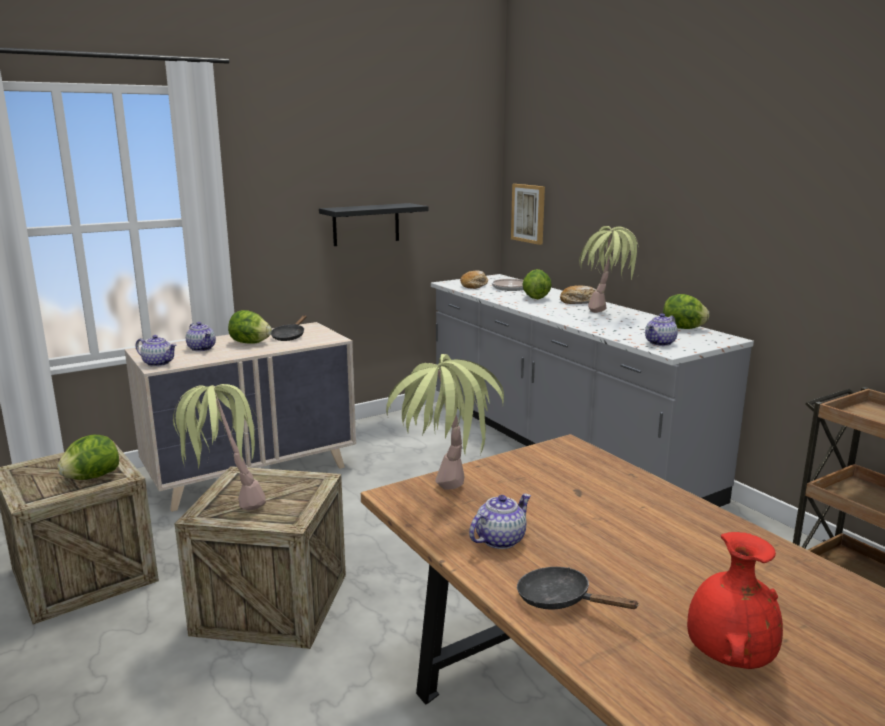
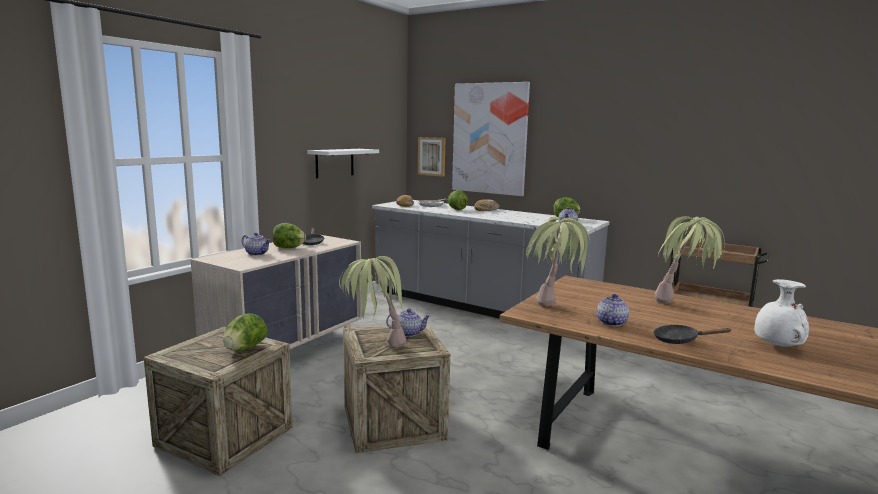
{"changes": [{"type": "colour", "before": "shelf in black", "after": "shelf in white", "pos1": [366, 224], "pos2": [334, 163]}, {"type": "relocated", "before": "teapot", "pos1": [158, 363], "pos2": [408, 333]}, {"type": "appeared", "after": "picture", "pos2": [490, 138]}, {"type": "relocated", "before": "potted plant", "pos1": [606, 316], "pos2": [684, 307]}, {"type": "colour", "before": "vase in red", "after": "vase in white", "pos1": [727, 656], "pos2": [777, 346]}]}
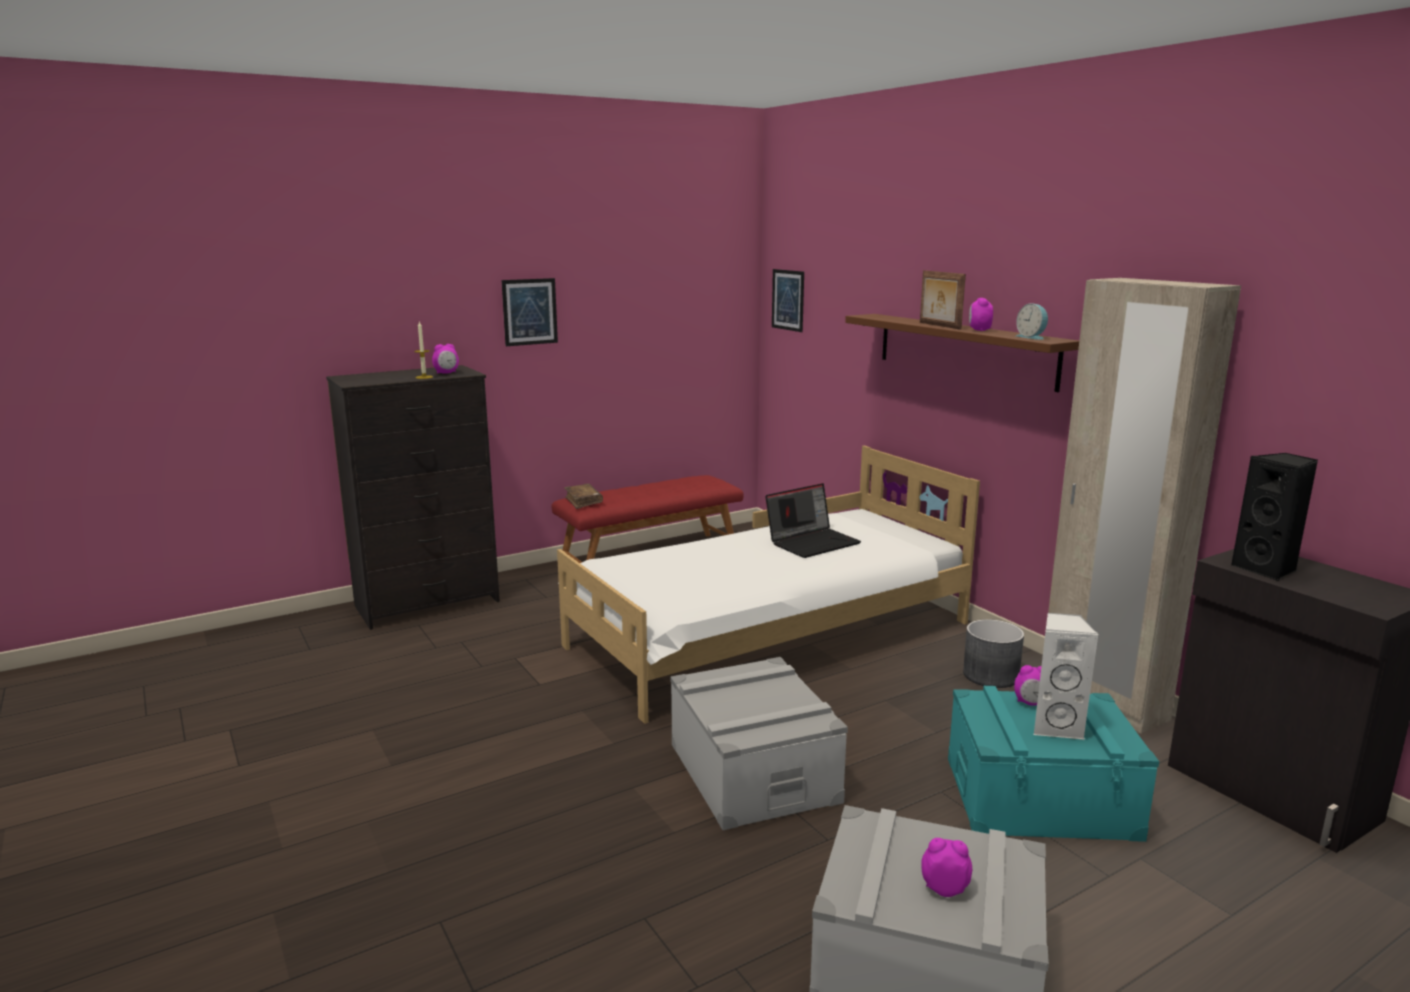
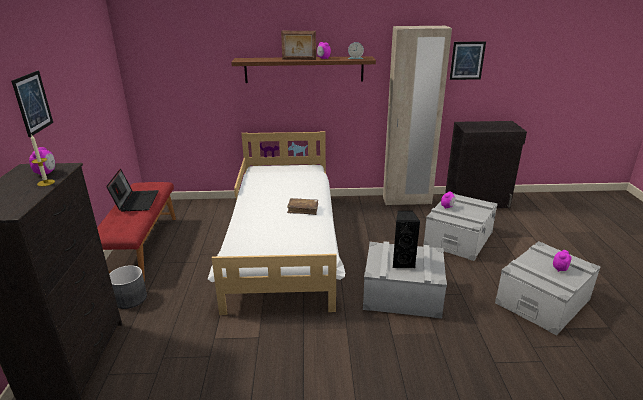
{"changes": [{"type": "relocated", "before": "laptop", "pos1": [813, 542], "pos2": [136, 201]}, {"type": "relocated", "before": "planter in grey", "pos1": [991, 675], "pos2": [130, 298]}, {"type": "relocated", "before": "book in brown", "pos1": [583, 501], "pos2": [303, 209]}, {"type": "relocated", "before": "speaker in black", "pos1": [1267, 569], "pos2": [403, 262]}, {"type": "colour", "before": "storage box in turquoise", "after": "storage box in grey", "pos1": [1040, 797], "pos2": [458, 238]}, {"type": "relocated", "before": "picture", "pos1": [788, 300], "pos2": [467, 60]}, {"type": "missing", "before": "speaker in white", "pos1": [1056, 727]}]}
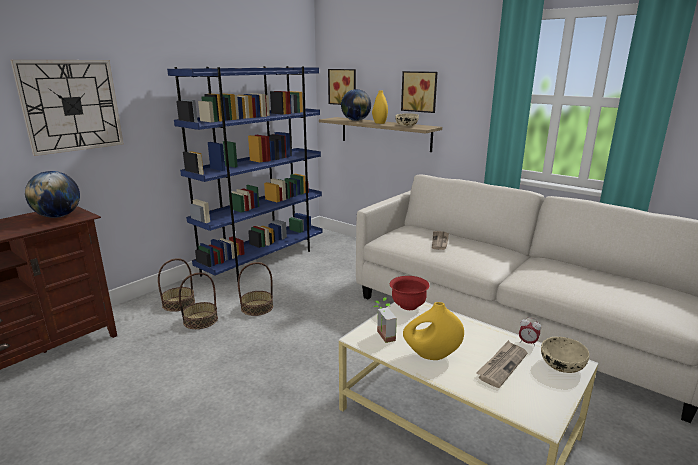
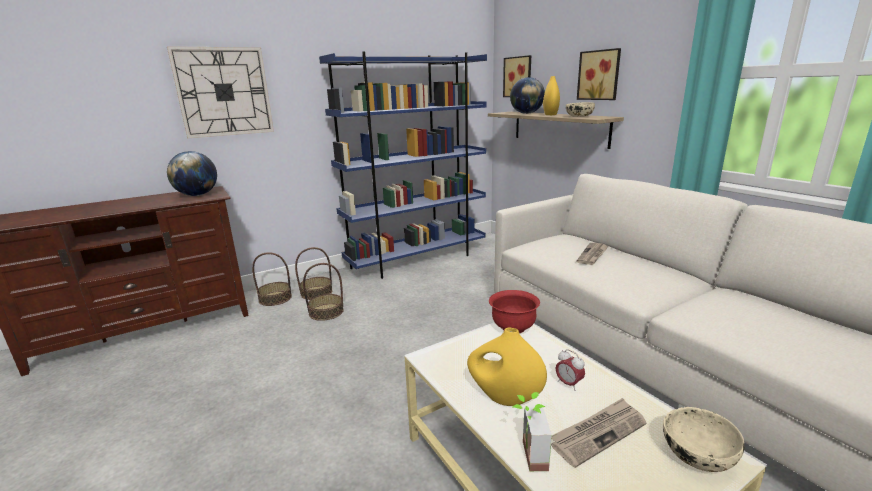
{"changes": [{"type": "relocated", "before": "basket", "pos1": [257, 307], "pos2": [275, 298]}, {"type": "relocated", "before": "potted plant", "pos1": [382, 336], "pos2": [527, 455]}, {"type": "relocated", "before": "alarm clock", "pos1": [527, 343], "pos2": [568, 384]}]}
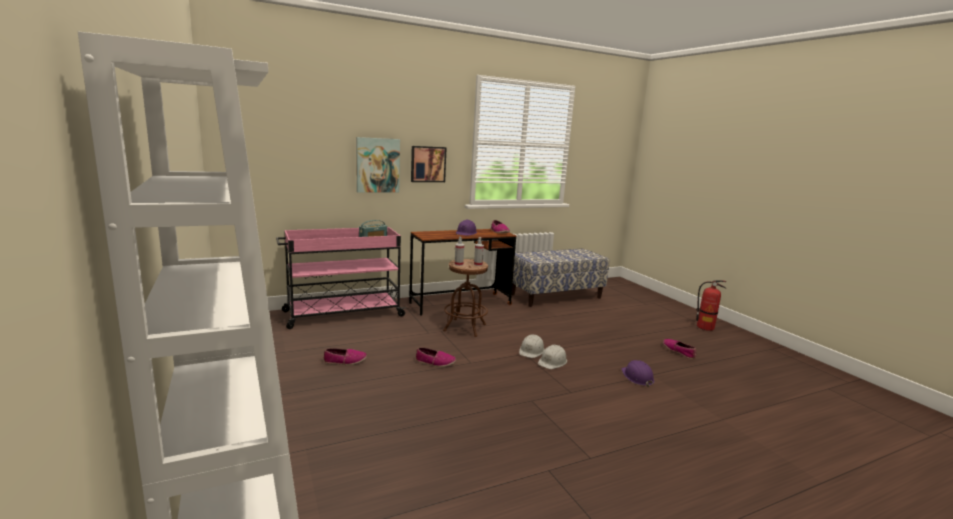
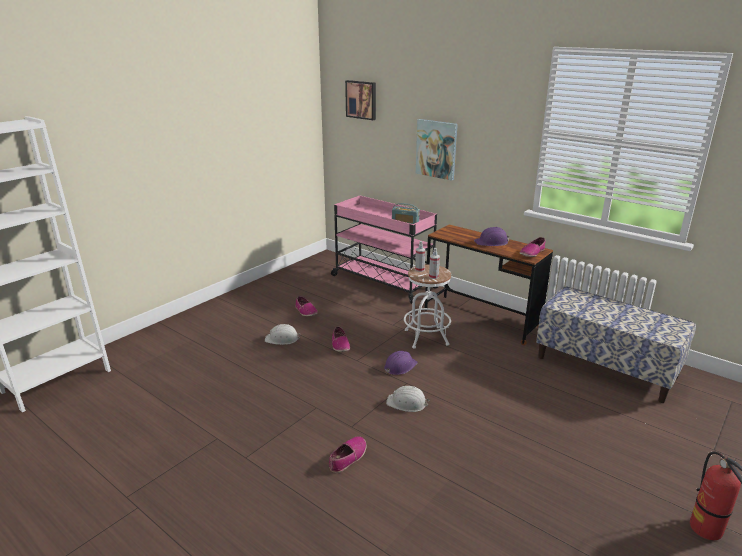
{"changes": [{"type": "relocated", "before": "hard hat in white", "pos1": [531, 351], "pos2": [282, 339]}, {"type": "relocated", "before": "shoe", "pos1": [679, 351], "pos2": [348, 458]}, {"type": "relocated", "before": "picture", "pos1": [428, 164], "pos2": [361, 99]}, {"type": "relocated", "before": "hard hat in purple", "pos1": [637, 377], "pos2": [399, 366]}, {"type": "colour", "before": "stool in brown", "after": "stool in white", "pos1": [465, 327], "pos2": [426, 337]}]}
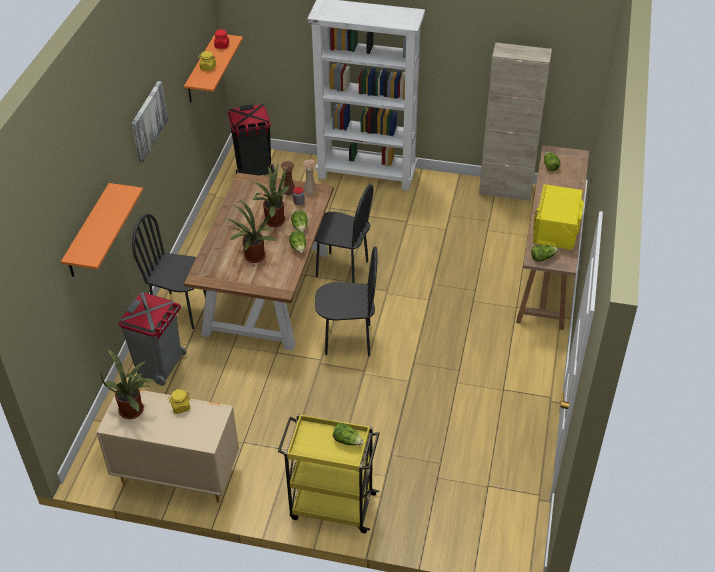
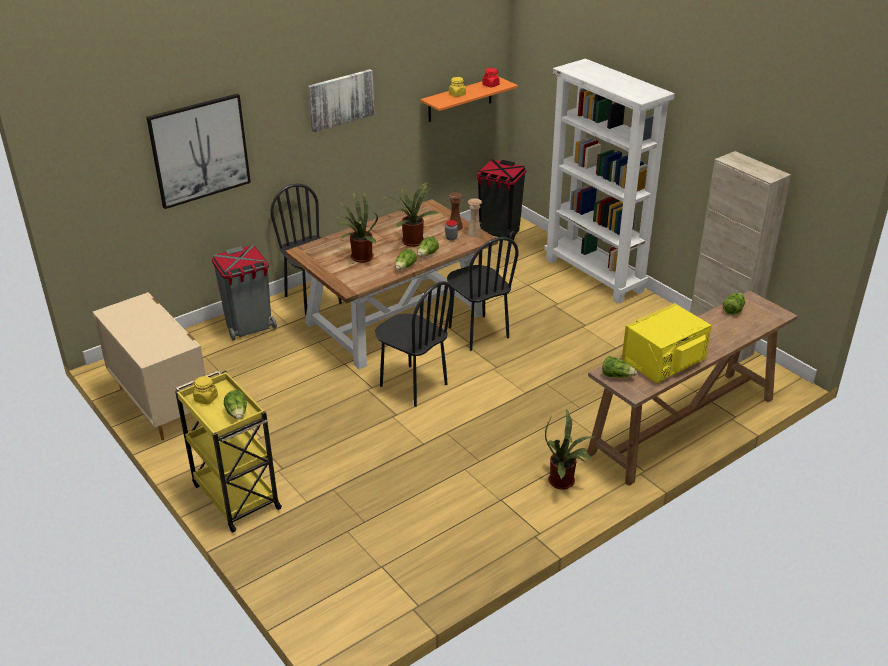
{"changes": [{"type": "exchanged", "before": "shelf in orange", "after": "picture", "pos1": [88, 232], "pos2": [200, 150]}, {"type": "relocated", "before": "jar in yellow", "pos1": [180, 407], "pos2": [206, 398]}, {"type": "relocated", "before": "potted plant", "pos1": [134, 409], "pos2": [564, 482]}]}
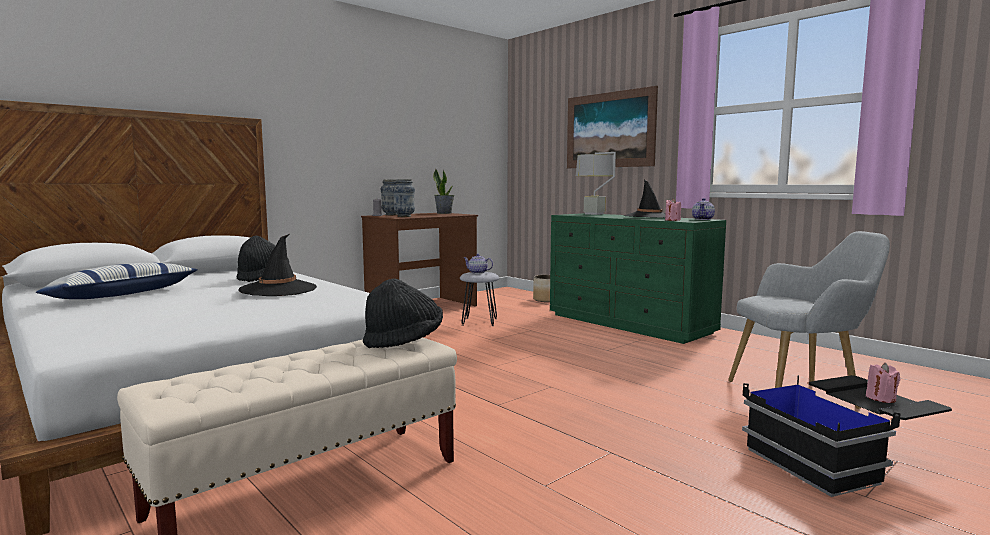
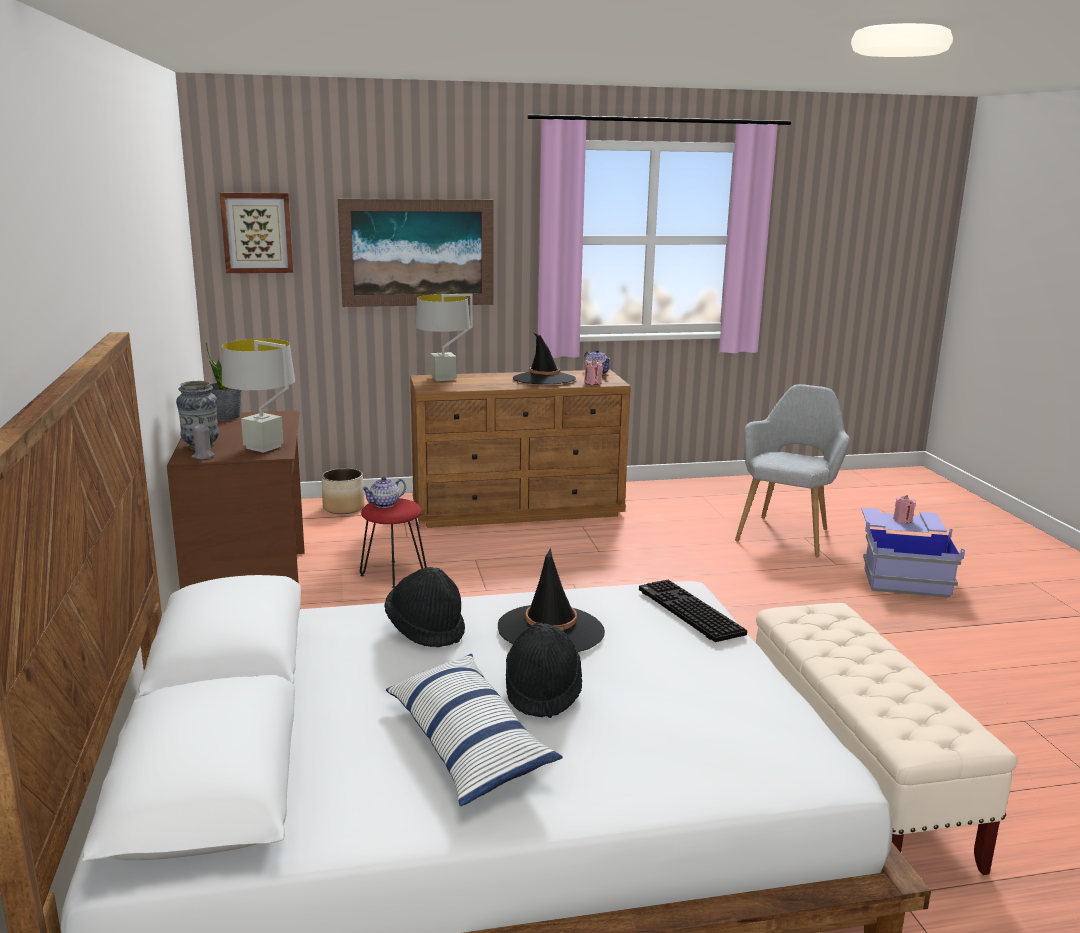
{"changes": [{"type": "appeared", "after": "picture", "pos2": [257, 233]}, {"type": "exchanged", "before": "vase", "after": "table lamp in grey", "pos1": [404, 216], "pos2": [264, 447]}, {"type": "colour", "before": "stool in grey", "after": "stool in red", "pos1": [479, 322], "pos2": [393, 574]}, {"type": "colour", "before": "dresser in green", "after": "dresser in brown", "pos1": [629, 323], "pos2": [519, 510]}, {"type": "relocated", "before": "hat in black", "pos1": [404, 341], "pos2": [542, 691]}, {"type": "appeared", "after": "keyboard", "pos2": [687, 612]}, {"type": "colour", "before": "storage box in black", "after": "storage box in blue", "pos1": [840, 459], "pos2": [902, 572]}]}
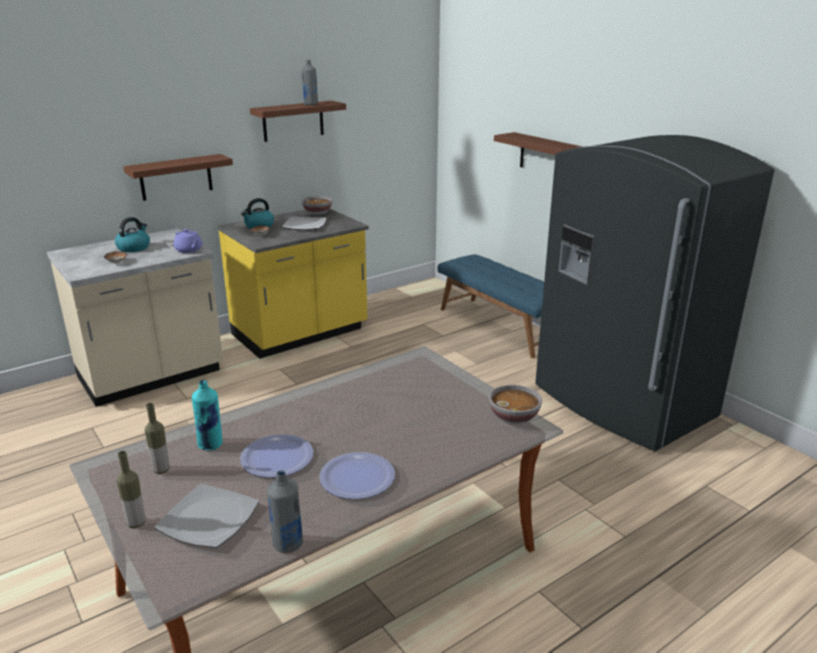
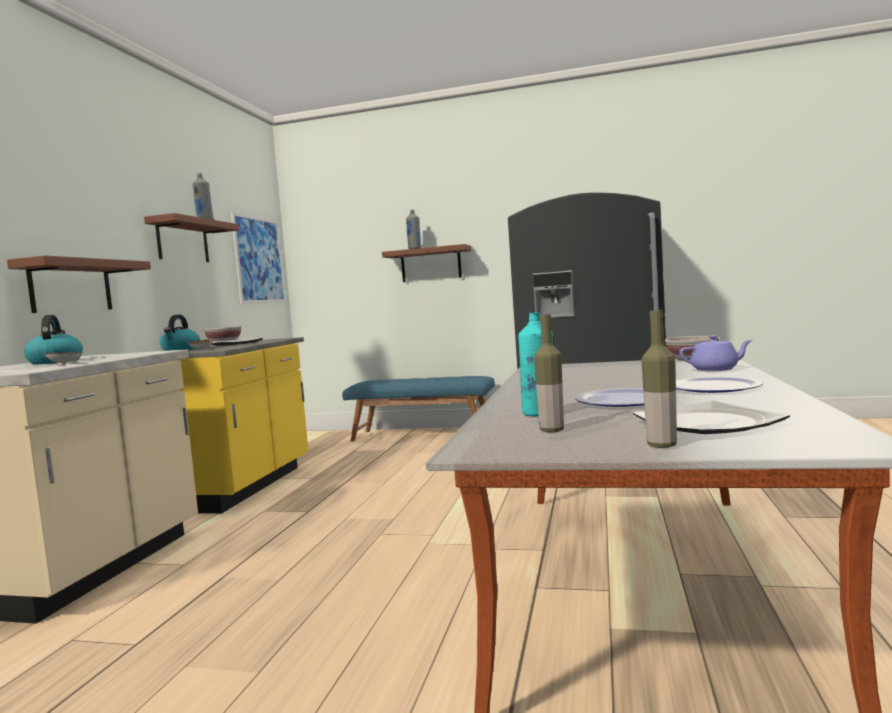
{"changes": [{"type": "appeared", "after": "picture", "pos2": [259, 260]}, {"type": "relocated", "before": "bottle in grey", "pos1": [287, 544], "pos2": [414, 249]}, {"type": "relocated", "before": "teapot in purple", "pos1": [189, 250], "pos2": [715, 369]}]}
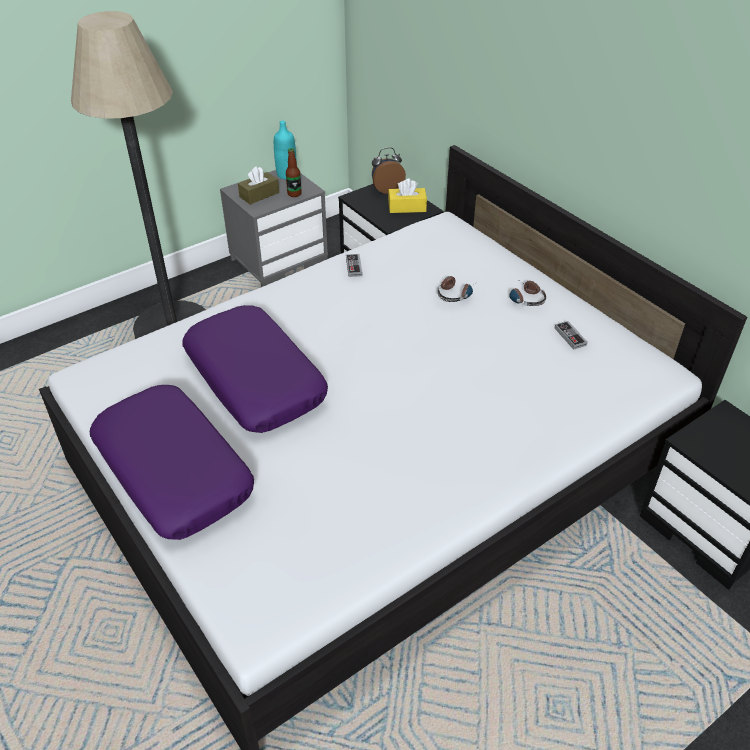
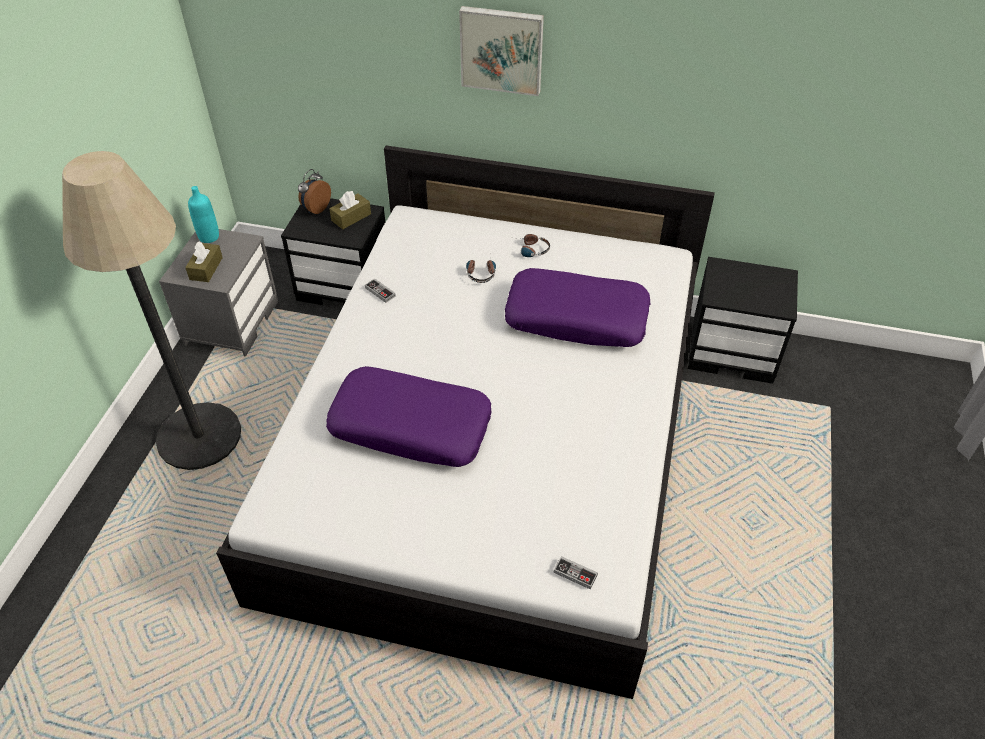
{"changes": [{"type": "colour", "before": "tissue box in yellow", "after": "tissue box in brown", "pos1": [407, 207], "pos2": [351, 217]}, {"type": "appeared", "after": "picture", "pos2": [502, 49]}, {"type": "relocated", "before": "pillow in purple", "pos1": [174, 471], "pos2": [577, 318]}, {"type": "relocated", "before": "game controller", "pos1": [570, 337], "pos2": [575, 574]}, {"type": "missing", "before": "bottle", "pos1": [294, 194]}]}
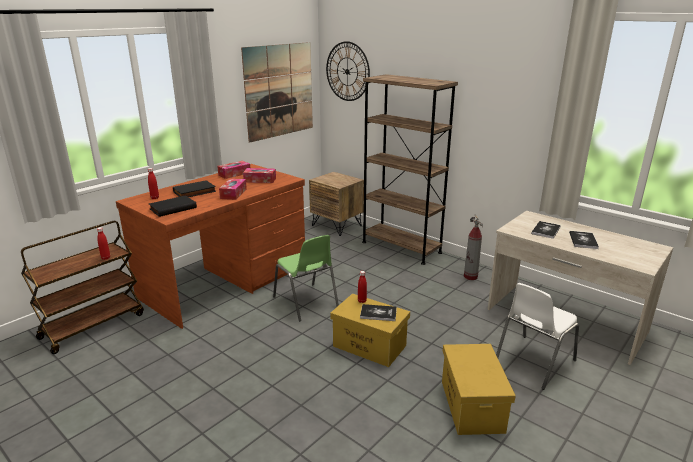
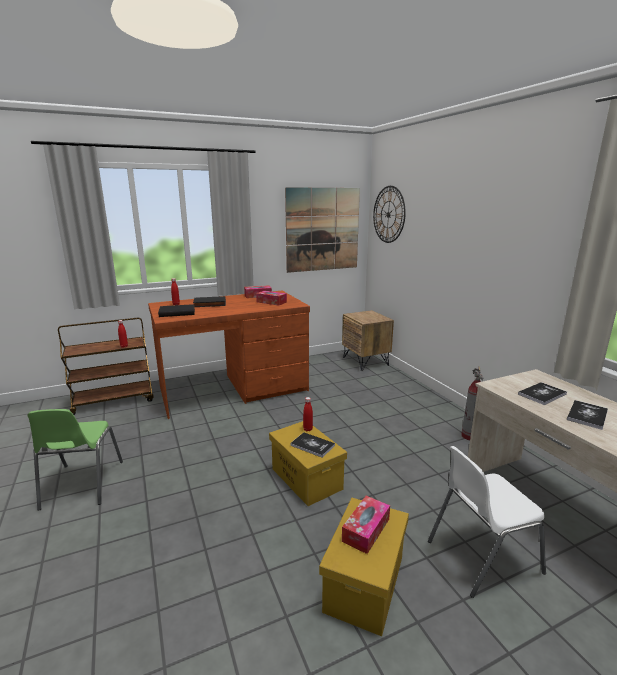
{"changes": [{"type": "relocated", "before": "chair in green", "pos1": [306, 303], "pos2": [81, 485]}, {"type": "relocated", "before": "tissue box", "pos1": [233, 193], "pos2": [366, 530]}, {"type": "missing", "before": "bookcase in brown", "pos1": [401, 247]}]}
